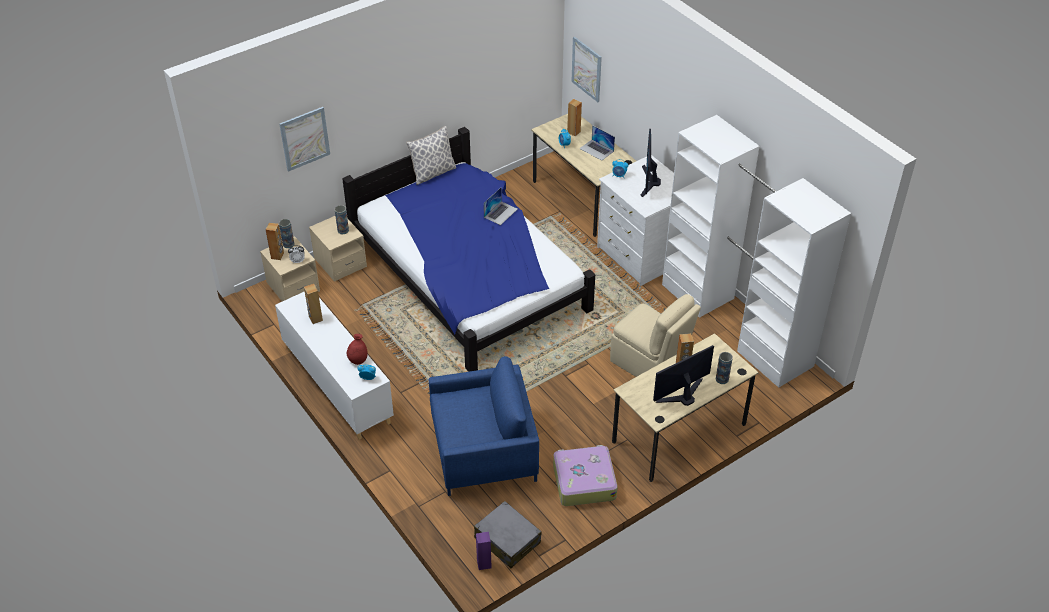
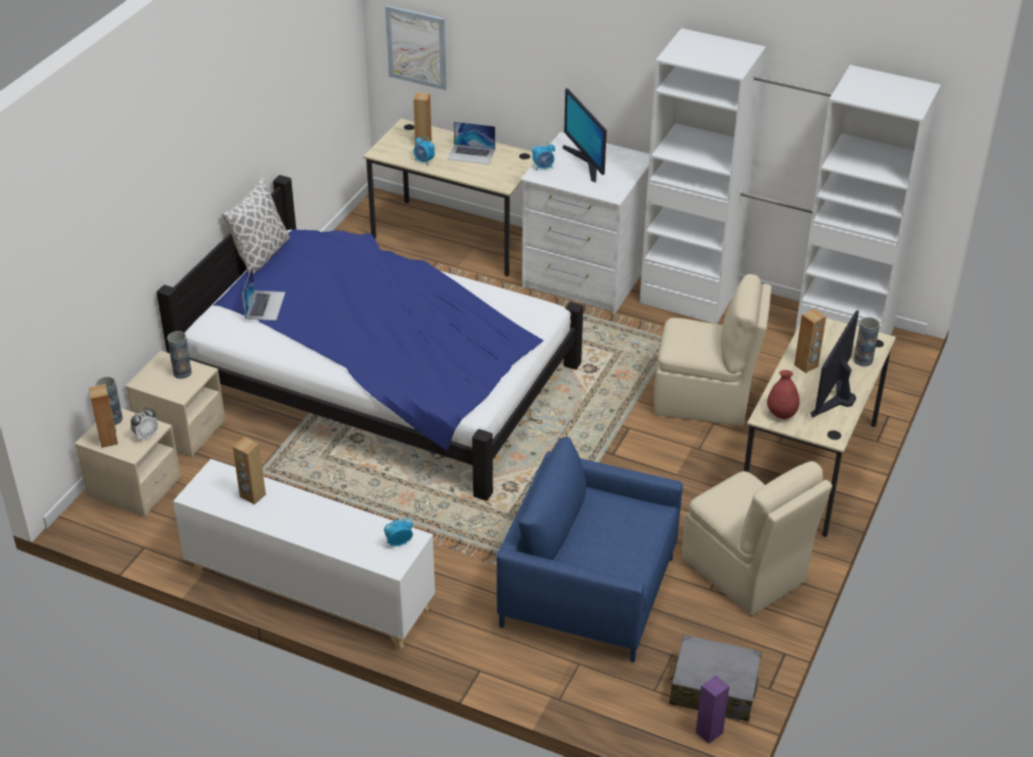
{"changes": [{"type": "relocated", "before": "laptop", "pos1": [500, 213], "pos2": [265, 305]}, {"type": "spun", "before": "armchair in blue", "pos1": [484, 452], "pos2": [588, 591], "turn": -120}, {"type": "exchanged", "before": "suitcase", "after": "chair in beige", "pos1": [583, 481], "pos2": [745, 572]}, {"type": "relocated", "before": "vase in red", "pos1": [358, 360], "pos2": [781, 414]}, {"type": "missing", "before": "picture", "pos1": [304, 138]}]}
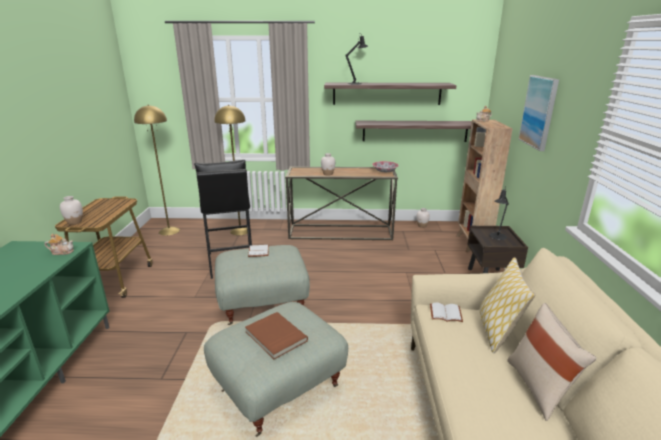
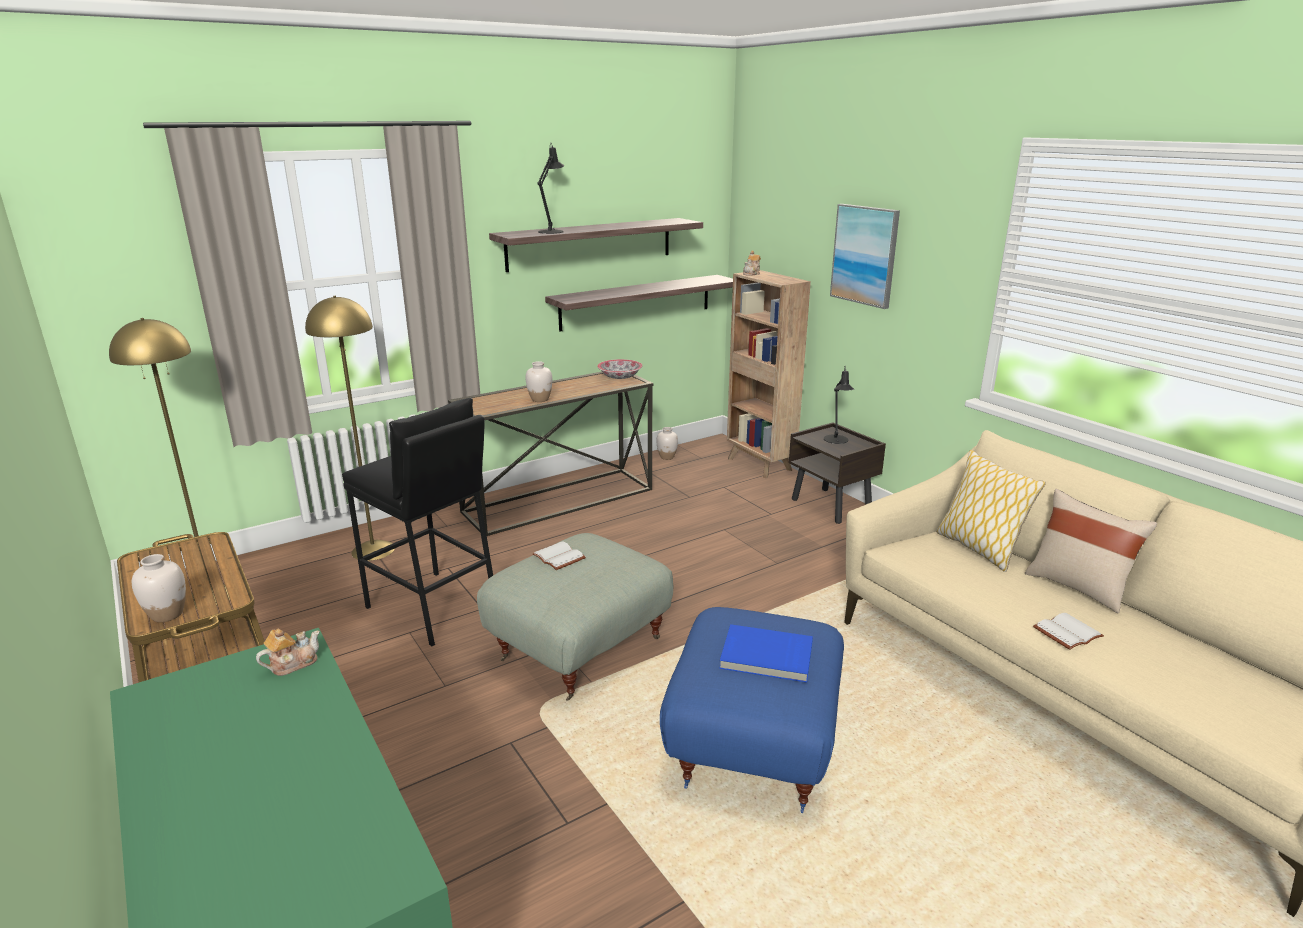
{"changes": [{"type": "colour", "before": "ottoman in grey", "after": "ottoman in blue", "pos1": [279, 387], "pos2": [751, 743]}, {"type": "colour", "before": "book in brown", "after": "book in blue", "pos1": [275, 337], "pos2": [766, 657]}, {"type": "relocated", "before": "book in white", "pos1": [446, 313], "pos2": [1066, 632]}]}
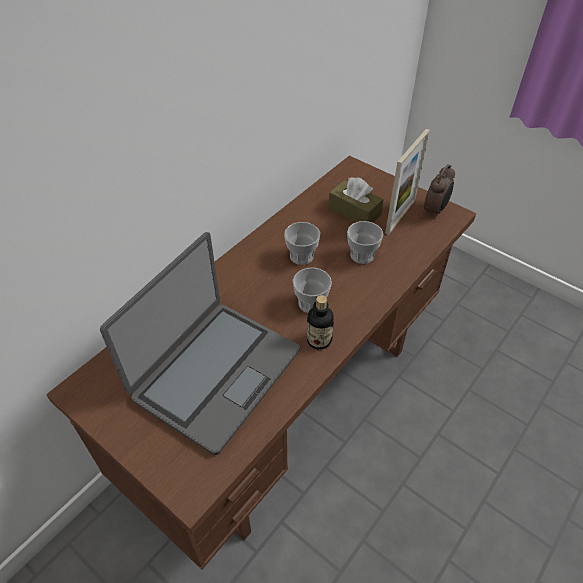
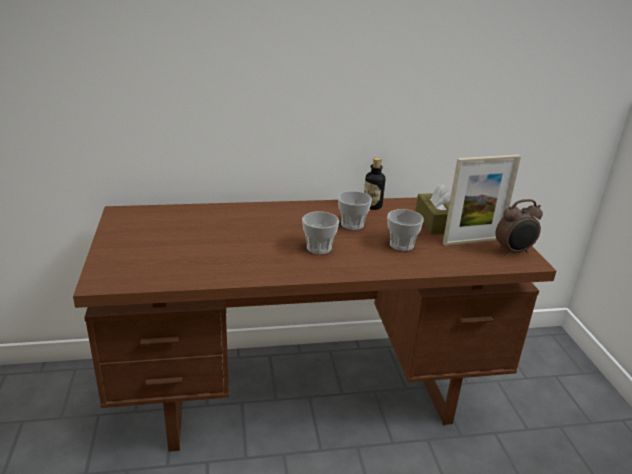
{"changes": [{"type": "relocated", "before": "bottle", "pos1": [319, 340], "pos2": [372, 206]}, {"type": "missing", "before": "laptop", "pos1": [215, 373]}]}
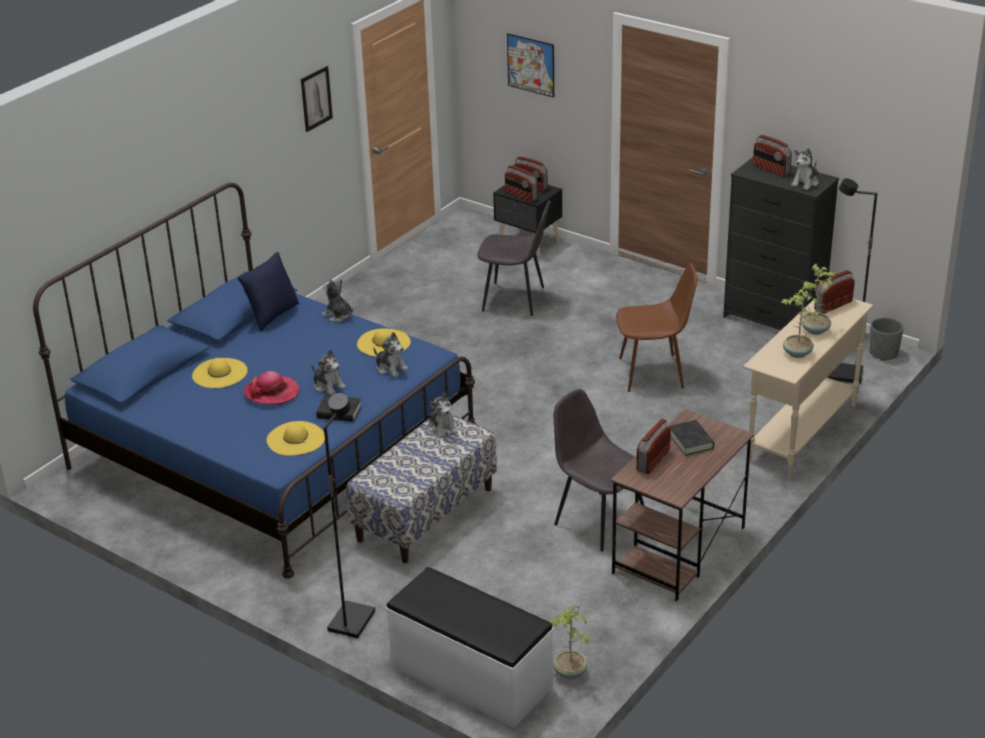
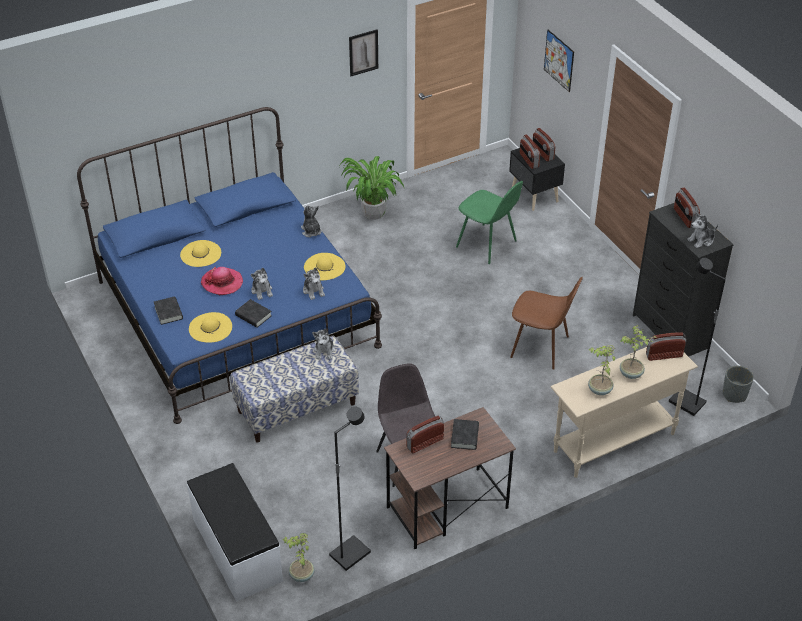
{"changes": [{"type": "appeared", "after": "book in black", "pos2": [168, 312]}, {"type": "relocated", "before": "floor lamp in black", "pos1": [350, 621], "pos2": [349, 553]}, {"type": "appeared", "after": "potted plant", "pos2": [374, 213]}, {"type": "colour", "before": "chair in grey", "after": "chair in green", "pos1": [515, 299], "pos2": [487, 245]}, {"type": "missing", "before": "pillow in blue", "pos1": [272, 316]}]}
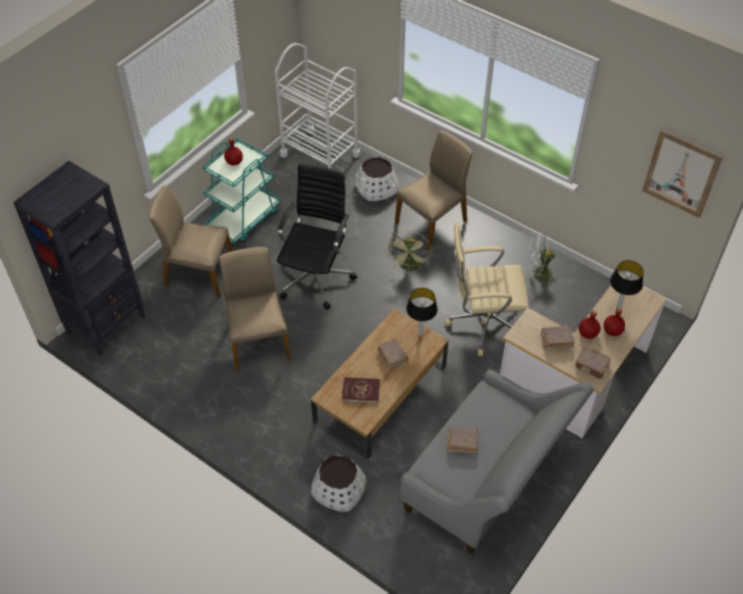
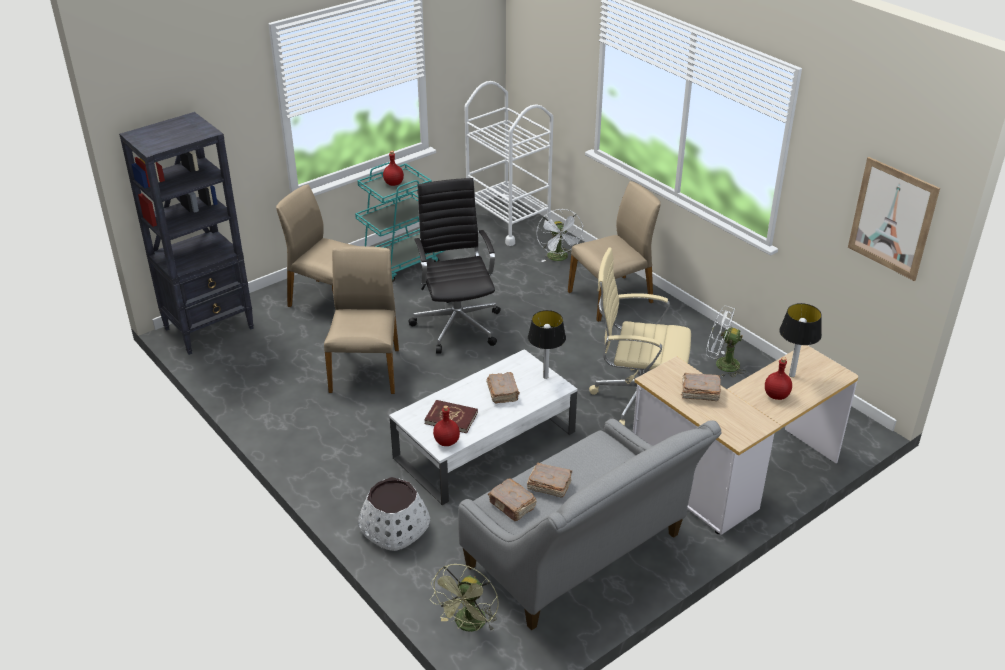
{"changes": [{"type": "colour", "before": "coffee table in brown", "after": "coffee table in white", "pos1": [380, 395], "pos2": [484, 445]}, {"type": "spun", "before": "office chair in black", "pos1": [316, 276], "pos2": [457, 324], "turn": -45}, {"type": "relocated", "before": "fan in green", "pos1": [409, 267], "pos2": [468, 626]}, {"type": "relocated", "before": "bottle in red", "pos1": [588, 333], "pos2": [447, 442]}, {"type": "relocated", "before": "book in brown", "pos1": [592, 366], "pos2": [512, 506]}, {"type": "exchanged", "before": "planter in white", "after": "fan in white", "pos1": [376, 188], "pos2": [559, 258]}]}
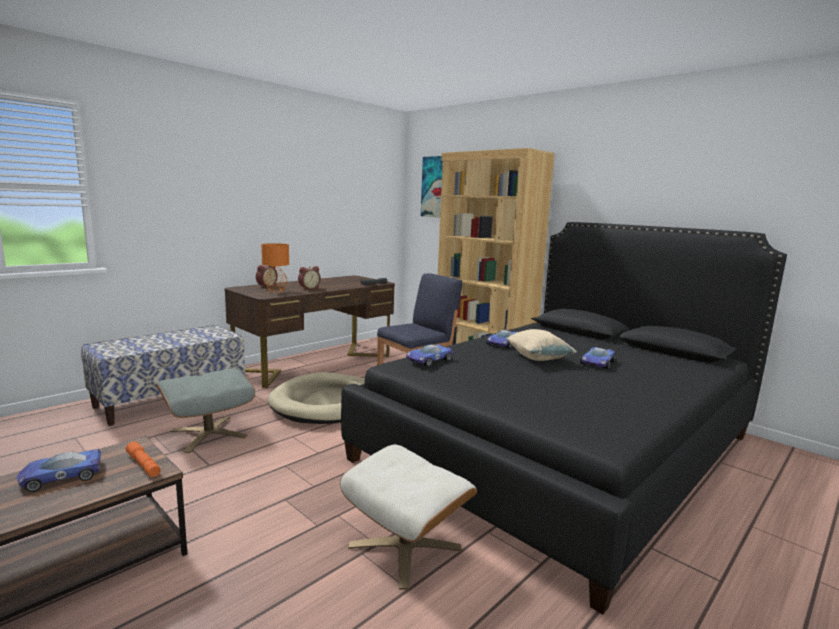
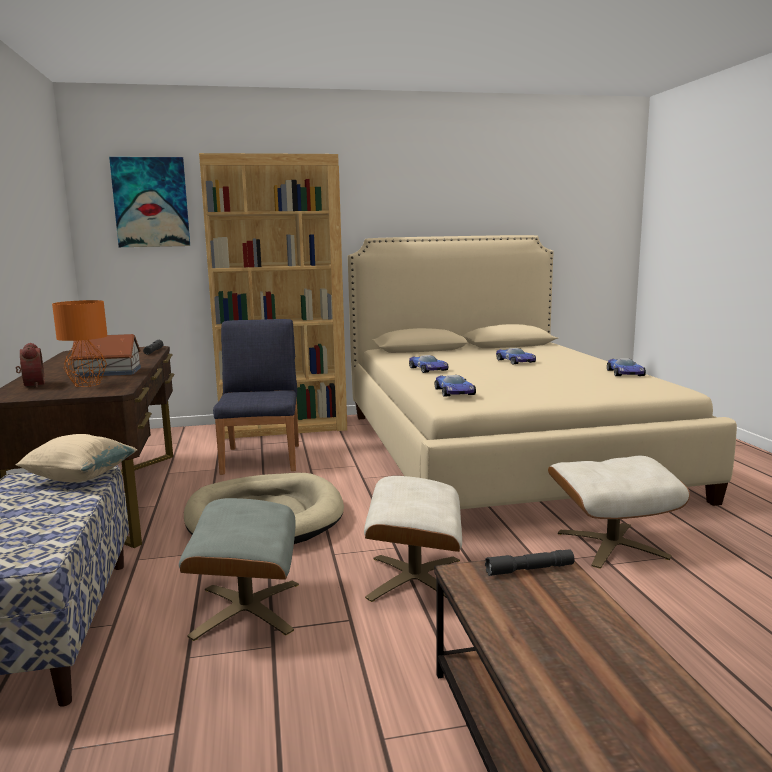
{"changes": [{"type": "relocated", "before": "pillow in beige", "pos1": [538, 358], "pos2": [80, 477]}, {"type": "exchanged", "before": "alarm clock", "after": "toy house", "pos1": [308, 288], "pos2": [108, 372]}, {"type": "colour", "before": "bed in black", "after": "bed in beige", "pos1": [560, 447], "pos2": [500, 451]}, {"type": "appeared", "after": "ottoman in beige", "pos2": [414, 578]}, {"type": "colour", "before": "flashlight in orange", "after": "flashlight in grey", "pos1": [143, 464], "pos2": [529, 569]}, {"type": "relocated", "before": "toy car", "pos1": [61, 476], "pos2": [625, 373]}]}
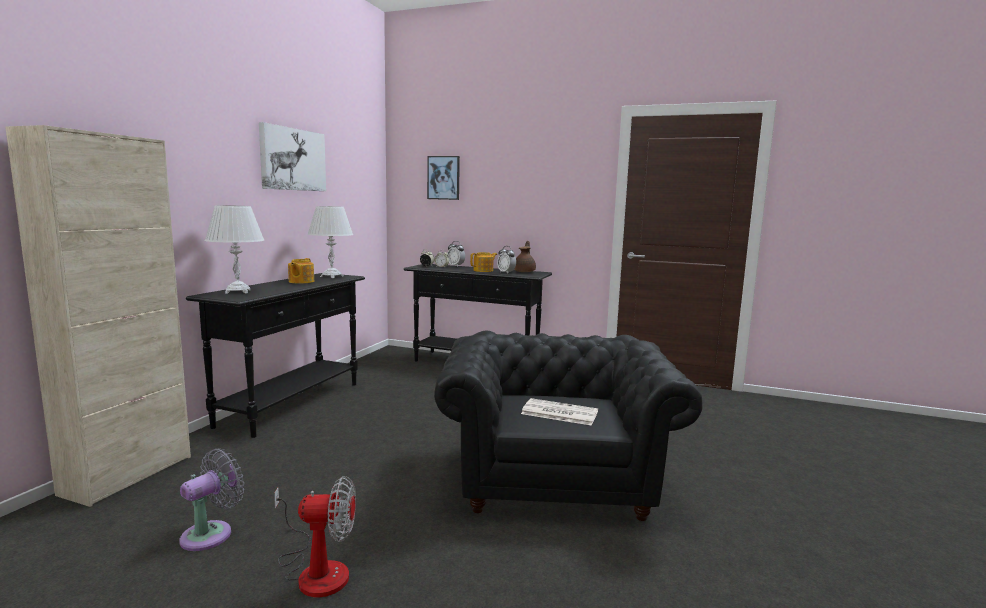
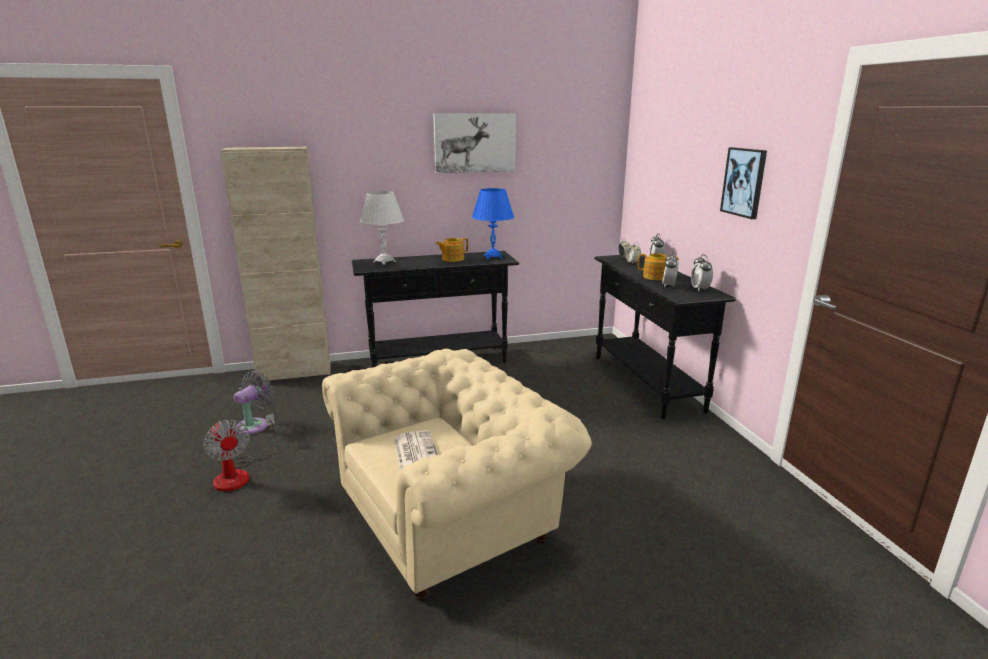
{"changes": [{"type": "spun", "before": "fan in grey", "pos1": [211, 533], "pos2": [255, 425], "turn": -60}, {"type": "colour", "before": "armchair in black", "after": "armchair in beige", "pos1": [554, 476], "pos2": [452, 517]}, {"type": "colour", "before": "table lamp in white", "after": "table lamp in blue", "pos1": [331, 276], "pos2": [493, 257]}, {"type": "exchanged", "before": "teapot in brown", "after": "alarm clock", "pos1": [525, 271], "pos2": [700, 289]}, {"type": "relocated", "before": "picture", "pos1": [443, 178], "pos2": [744, 182]}]}
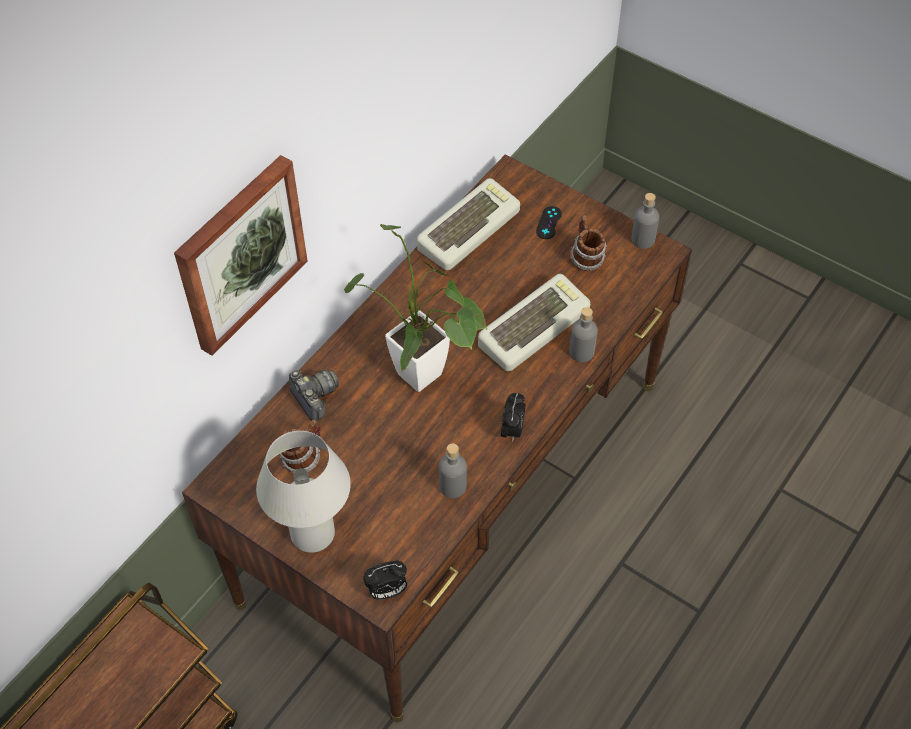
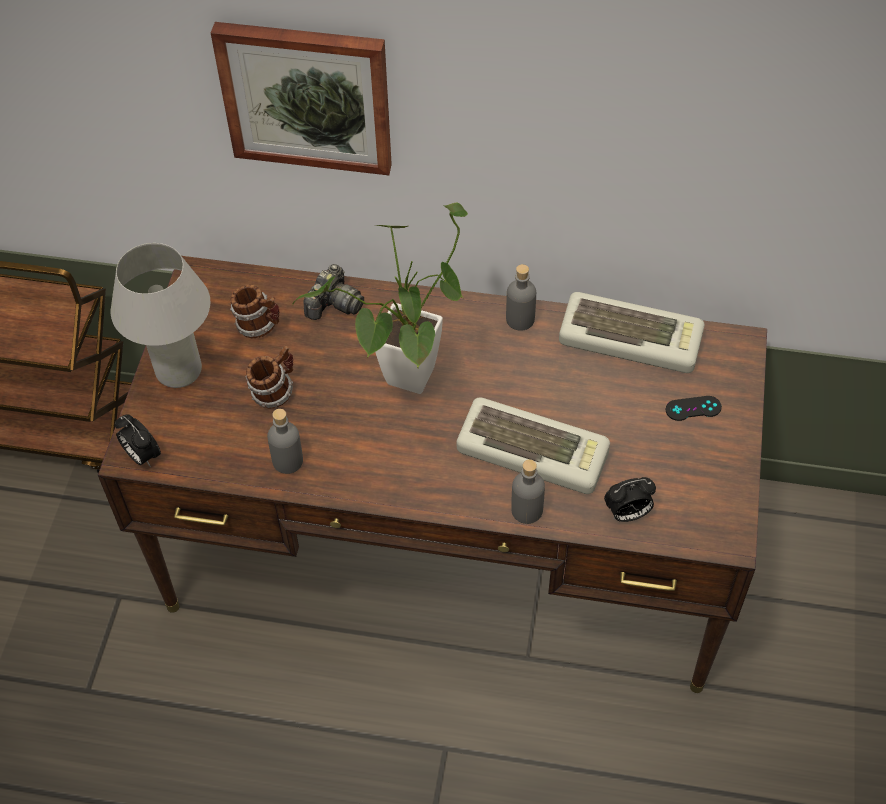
{"changes": [{"type": "relocated", "before": "mug", "pos1": [585, 258], "pos2": [274, 392]}, {"type": "relocated", "before": "bottle in grey", "pos1": [643, 239], "pos2": [520, 319]}, {"type": "relocated", "before": "alarm clock", "pos1": [512, 430], "pos2": [627, 514]}]}
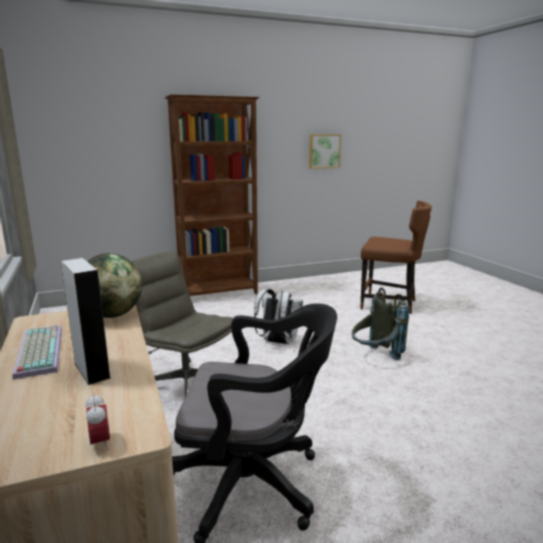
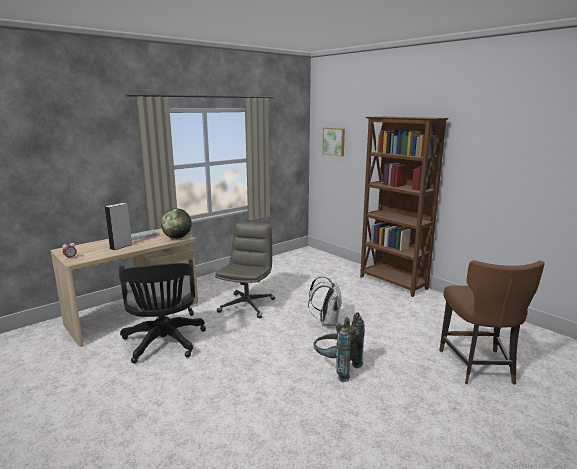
{"changes": [{"type": "relocated", "before": "picture", "pos1": [324, 151], "pos2": [334, 141]}]}
